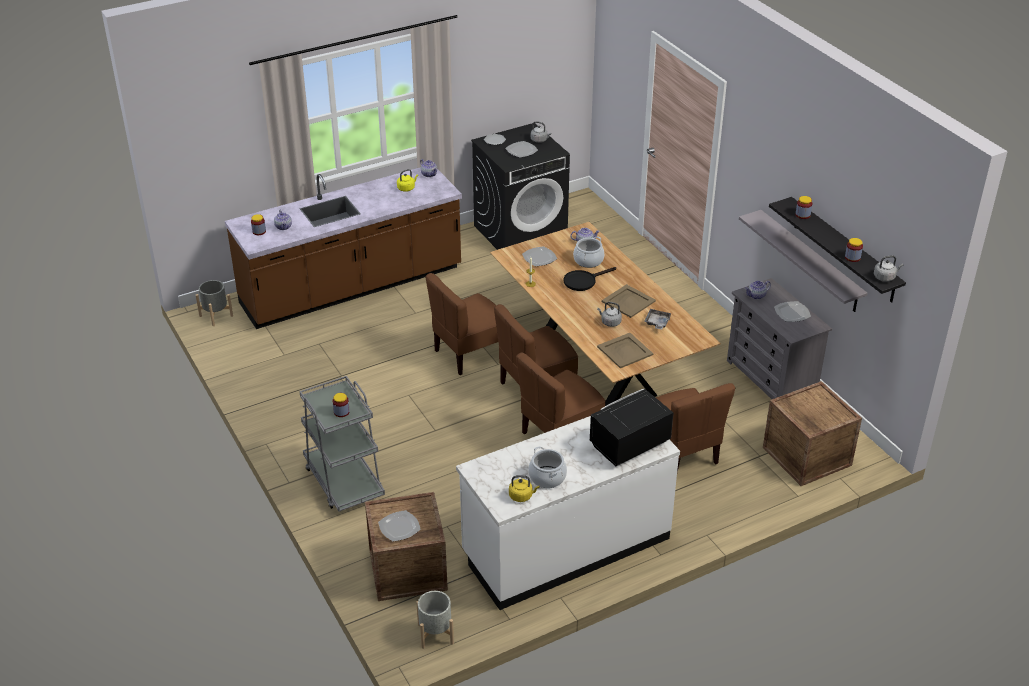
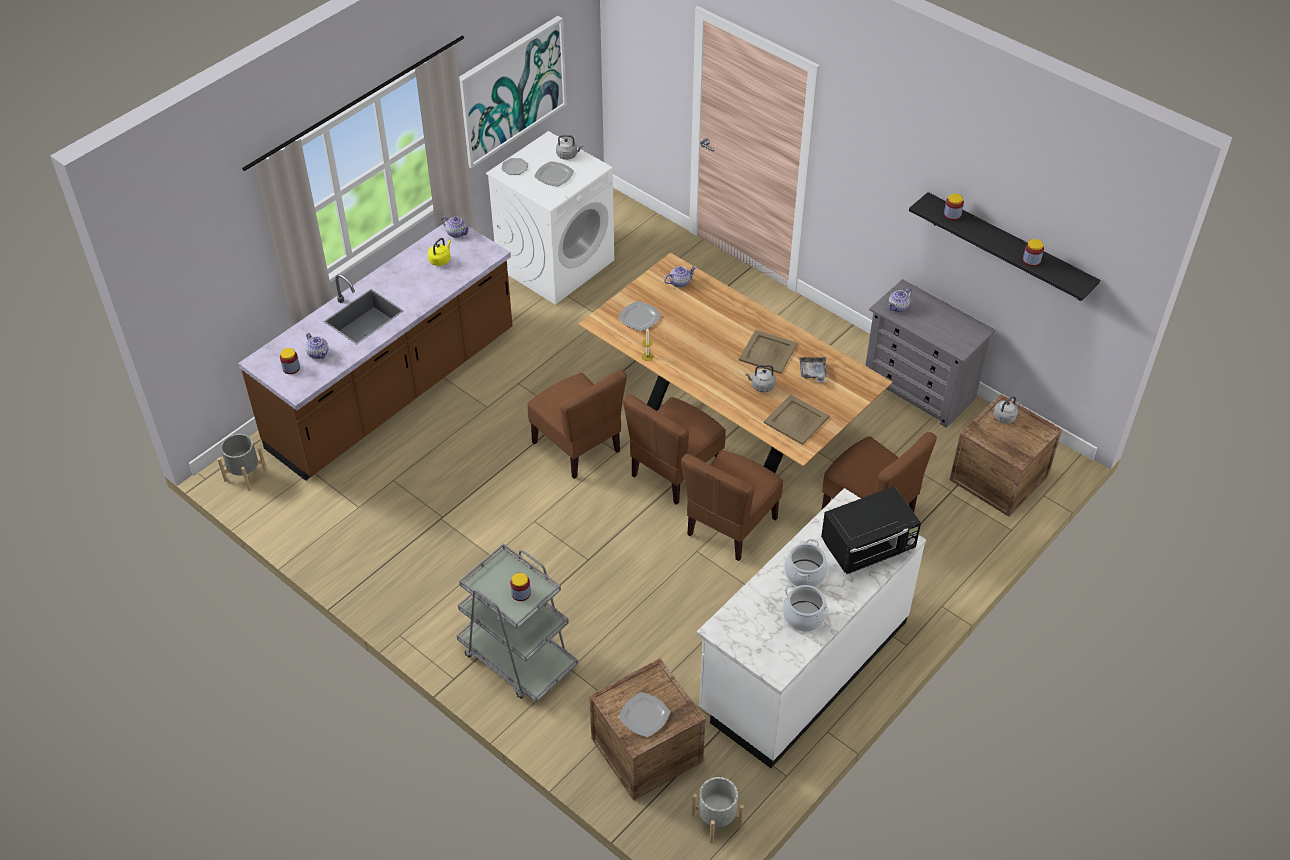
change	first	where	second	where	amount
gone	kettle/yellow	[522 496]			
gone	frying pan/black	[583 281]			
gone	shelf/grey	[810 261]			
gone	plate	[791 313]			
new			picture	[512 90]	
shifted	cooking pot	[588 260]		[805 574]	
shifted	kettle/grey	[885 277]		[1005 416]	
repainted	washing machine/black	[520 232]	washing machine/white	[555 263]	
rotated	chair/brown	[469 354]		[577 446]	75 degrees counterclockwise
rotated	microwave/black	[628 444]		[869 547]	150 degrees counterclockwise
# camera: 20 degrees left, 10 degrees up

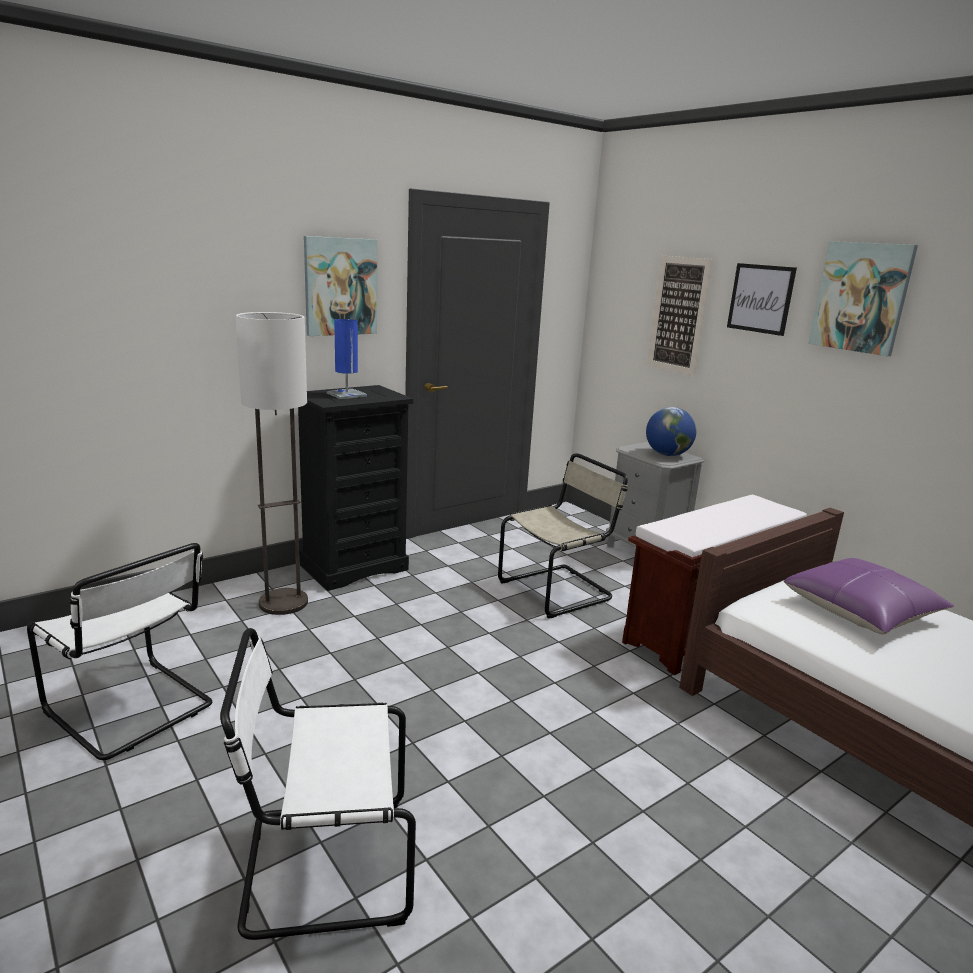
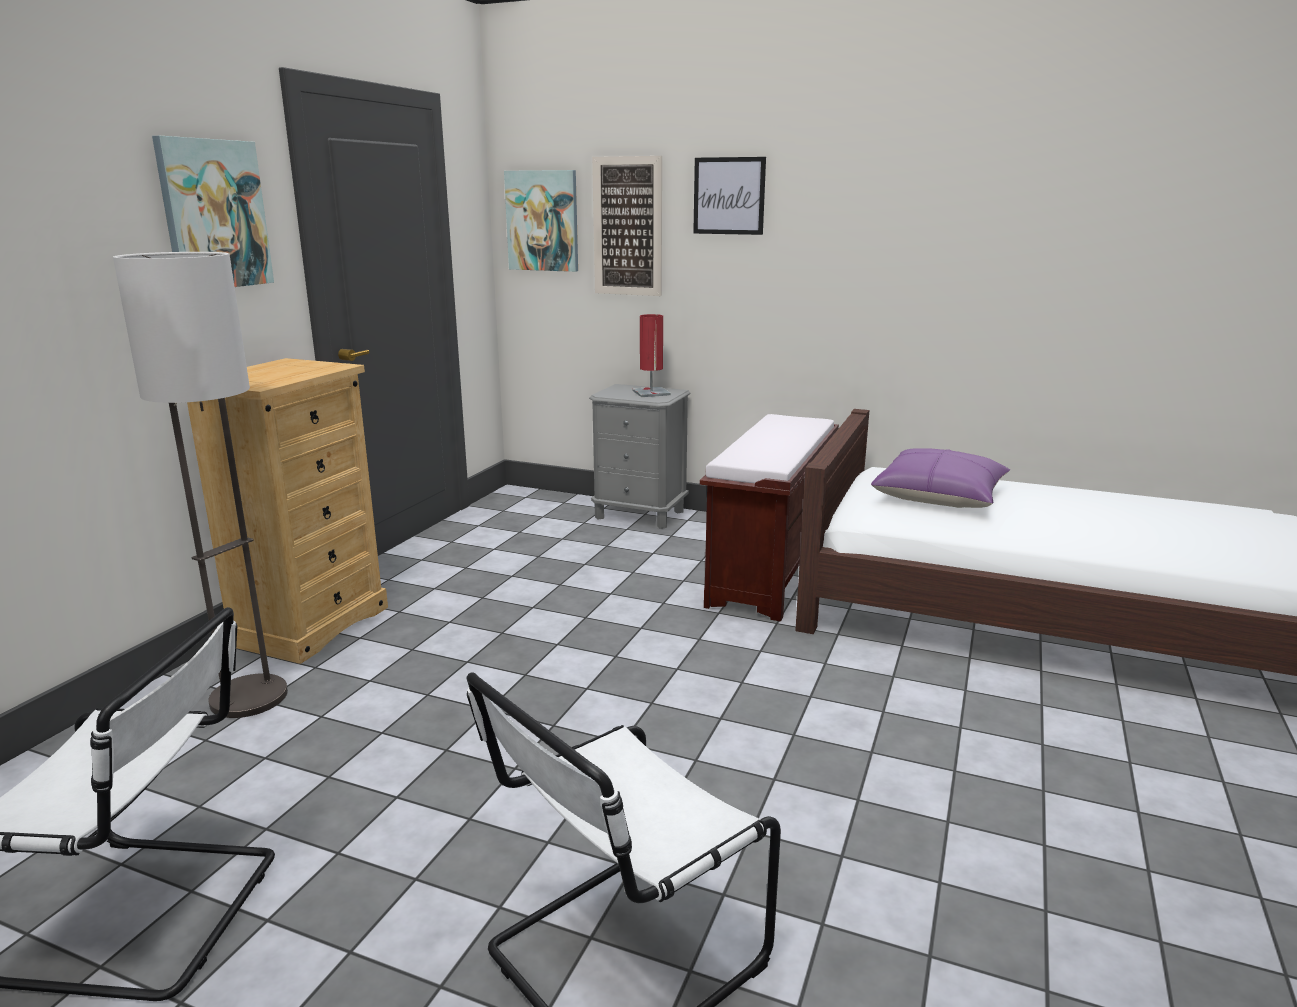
change	first	where	second	where	amount
gone	table lamp/blue	[346 395]			
gone	chair/beige	[558 590]			
shifted	picture	[861 297]		[543 221]	
swapped	globe	[667 455]	table lamp/red	[651 393]	
repainted	dresser/black	[354 567]	dresser/beige	[309 625]	
# camera: 30 degrees left, 0 degrees up

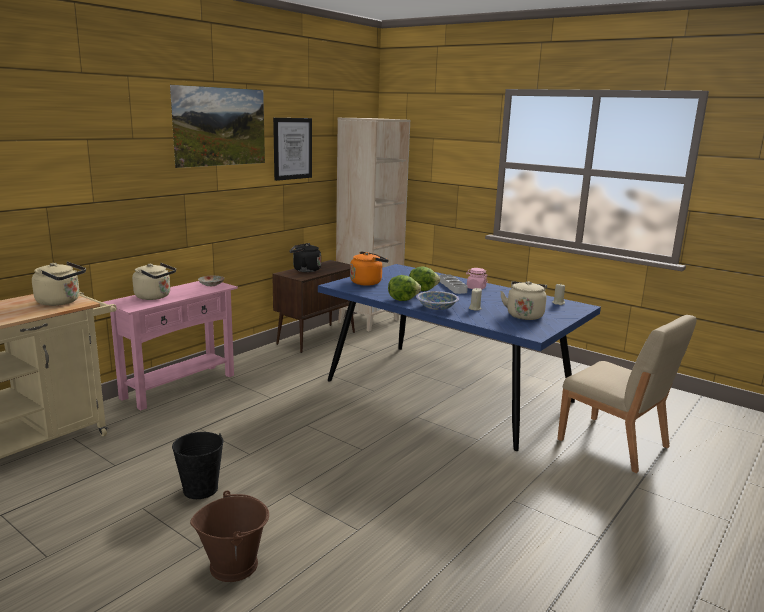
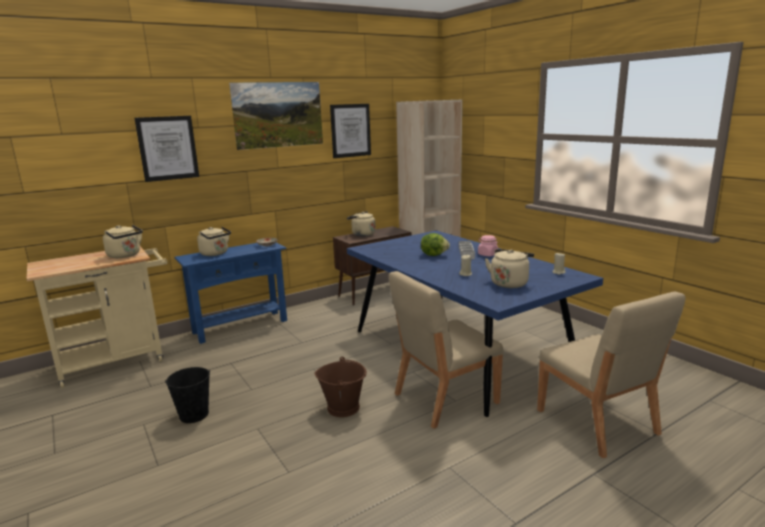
change	first	where	second	where	amount
gone	kettle/orange	[367 282]			
gone	lettuce	[402 299]			
gone	bowl	[437 308]			
new			picture	[168 148]	
new			chair/beige	[444 398]	
shifted	bucket/brown	[234 565]		[343 407]	
repainted	console table/pink	[179 386]	console table/blue	[240 326]	
repainted	kettle/black	[305 270]	kettle/beige	[362 234]	
# camera: 20 degrees right, 0 degrees up

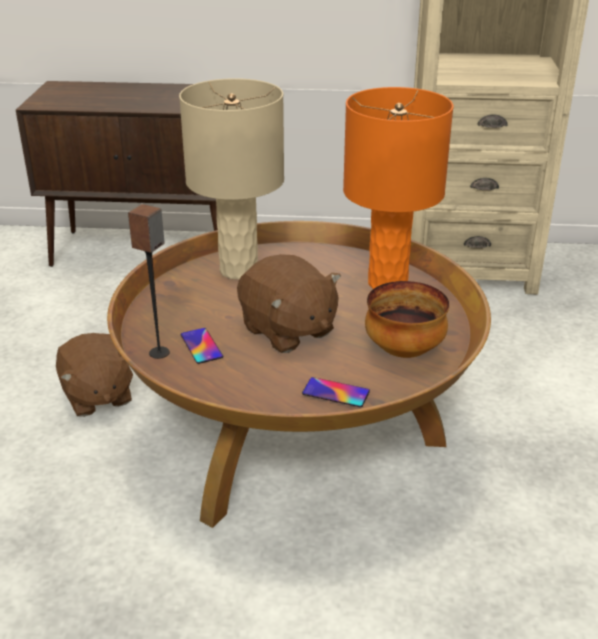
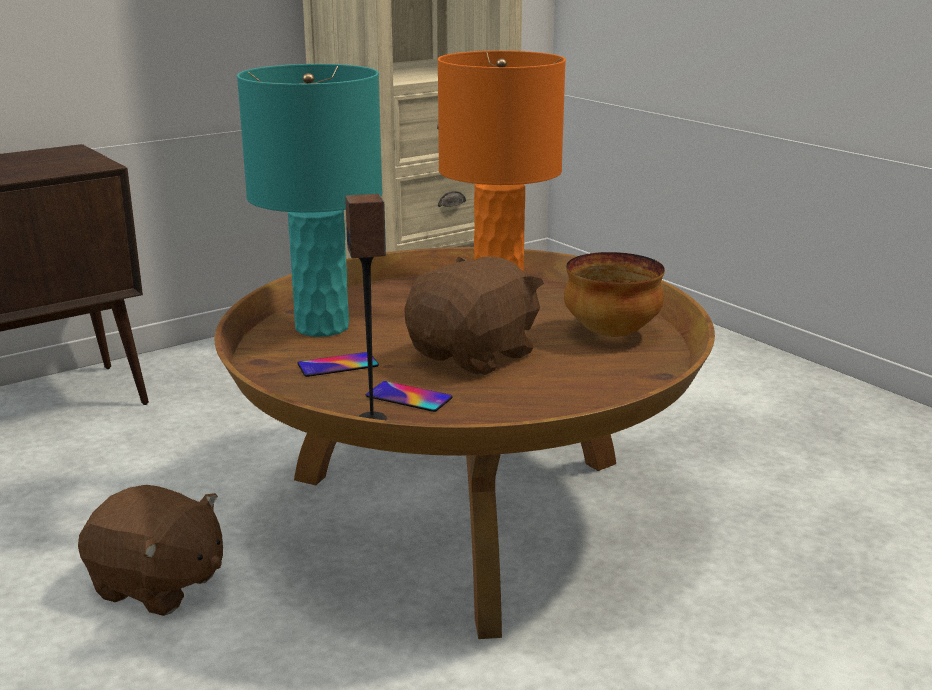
change	first	where	second	where	amount
shifted	phone	[335 393]		[338 365]	
repainted	table lamp/beige	[239 270]	table lamp/turquoise	[323 327]	
rotated	plush toy/brown	[287 331]		[475 356]	60 degrees counterclockwise
# camera: 40 degrees left, 10 degrees down

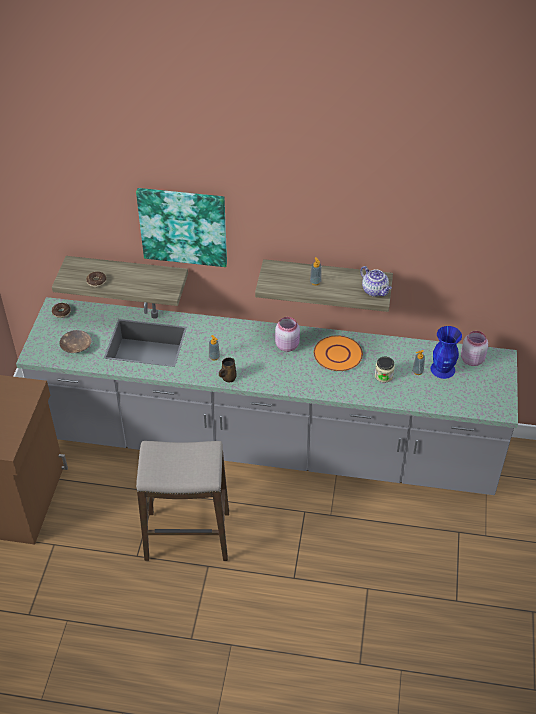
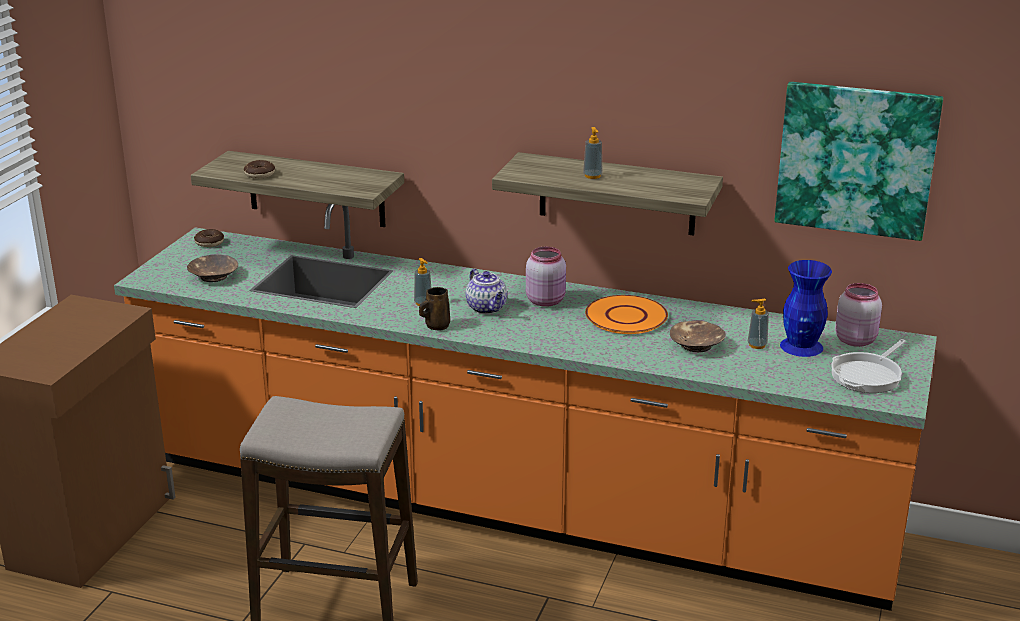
change	first	where	second	where	amount
new			frying pan	[868 375]	
shifted	picture	[183 226]		[856 159]	
shifted	teapot	[375 291]		[487 308]	
swapped	jar	[383 376]	bowl/brown	[697 345]	
repainted	counter/grey	[268 445]	counter/orange	[510 505]	
# camera: 10 degrees right, 20 degrees down

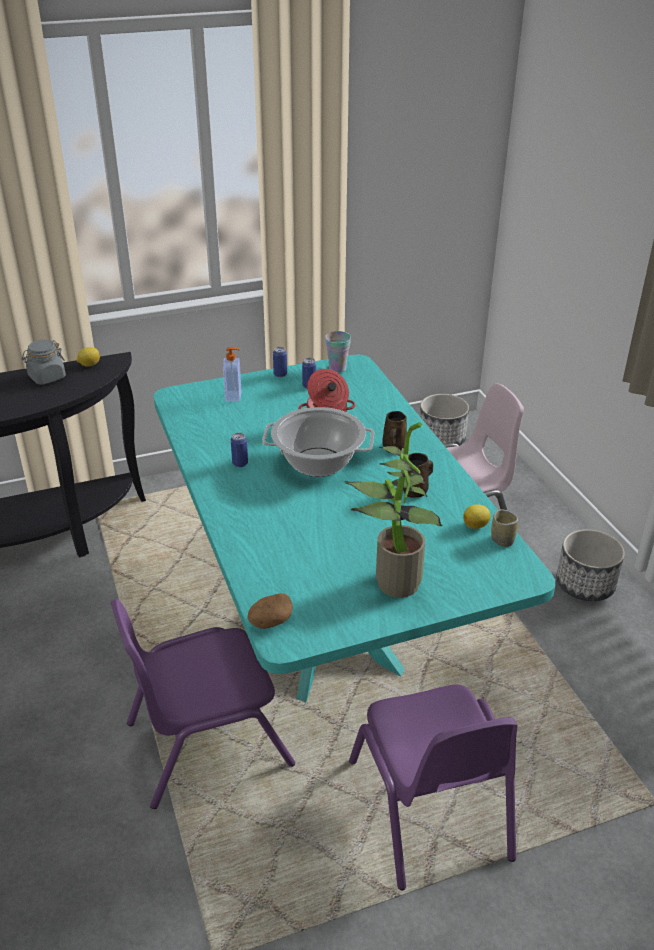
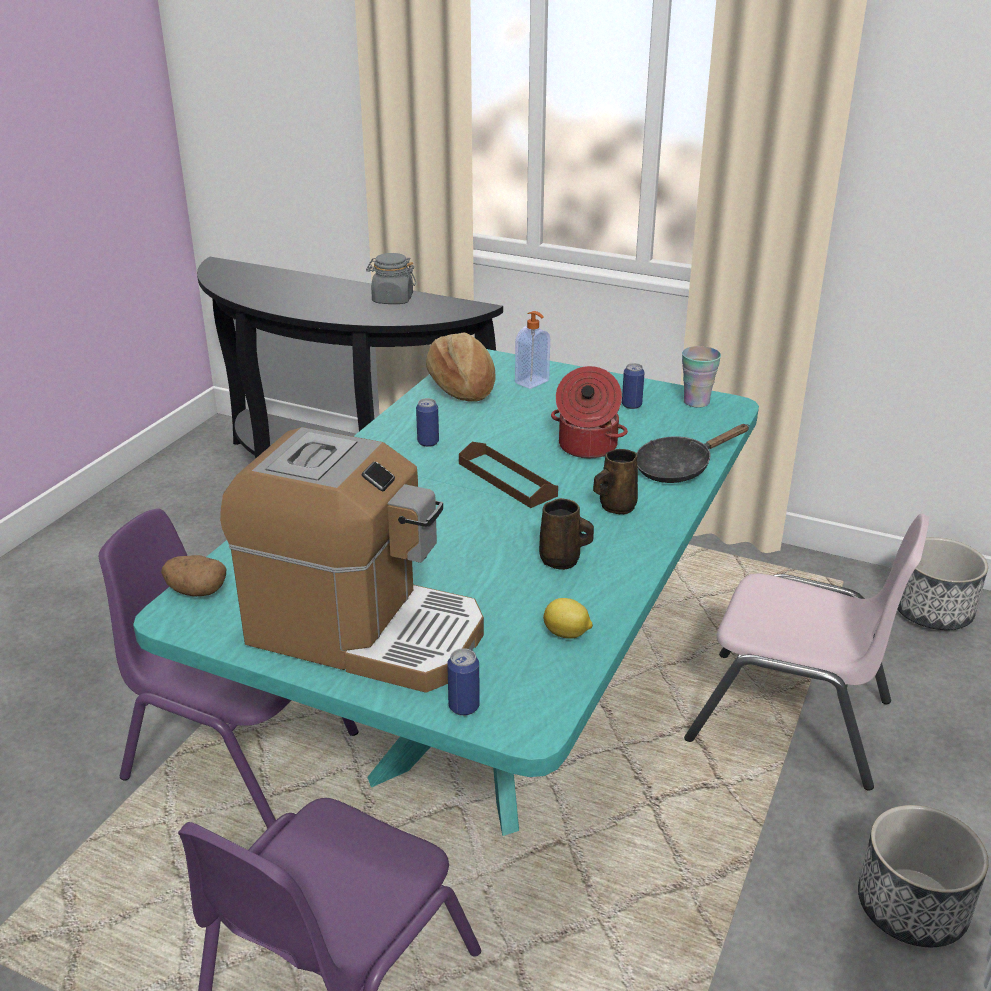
change	first	where	second	where	amount
gone	lemon	[89 365]			
gone	cup	[502 540]			
new			bread	[461 386]	
new			frying pan/black	[679 468]	
shifted	can	[280 374]		[464 707]	
swapped	cooking pot	[319 462]	tray/brown	[507 479]	
swapped	potted plant	[391 584]	coffee machine	[363 631]	
# camera: 45 degrees right, 5 degrees down

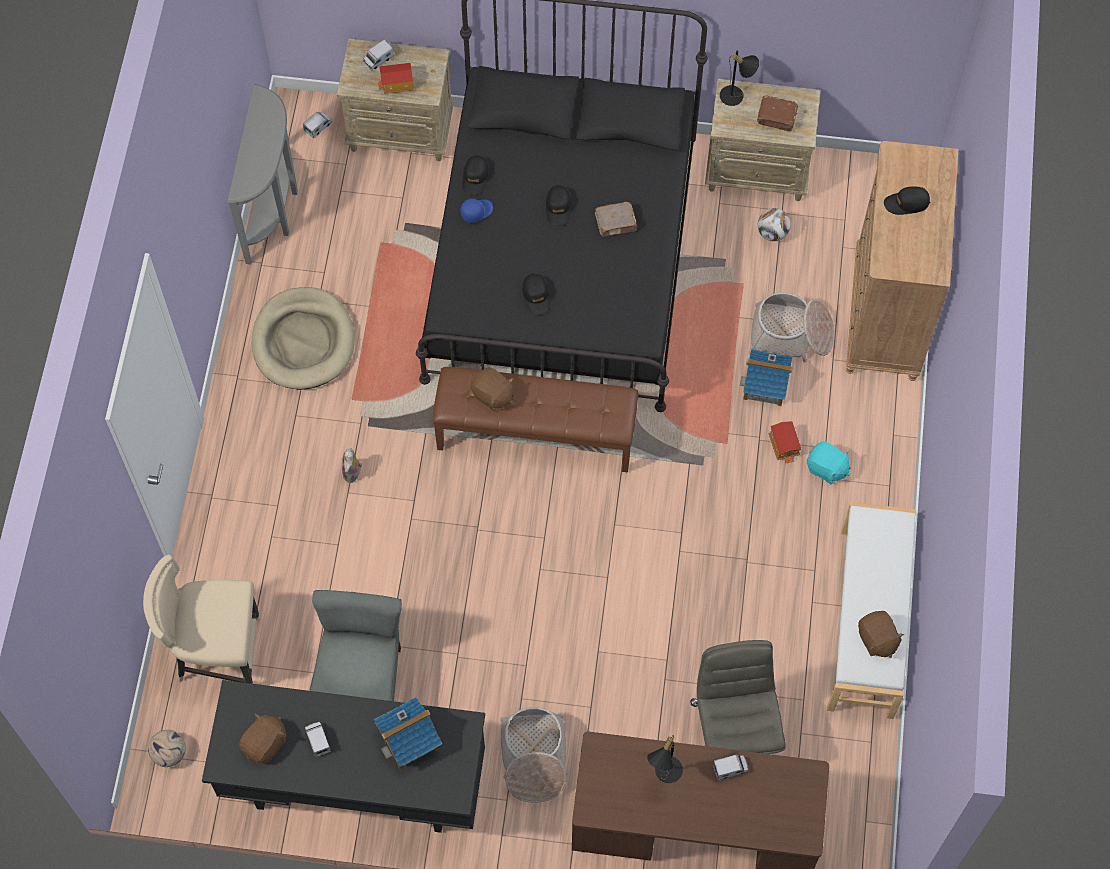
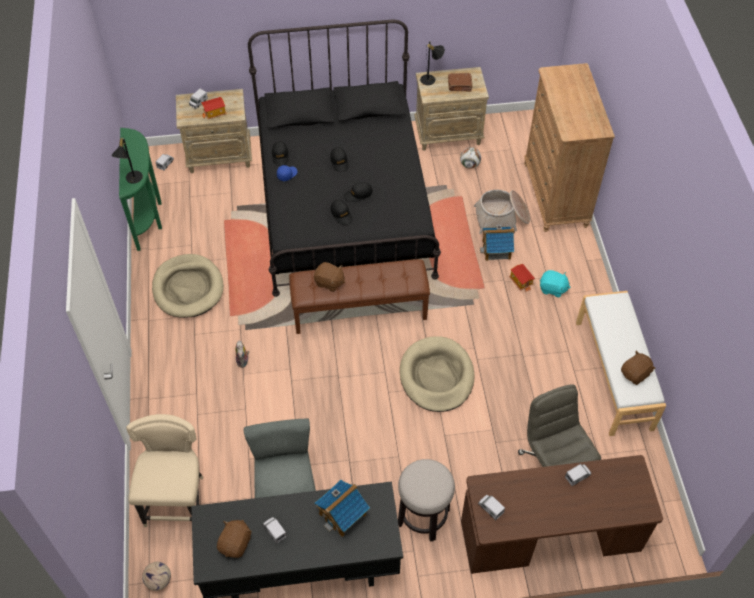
change	first	where	second	where	amount
gone	book/brown	[616 223]			
new			dog bed/beige	[436 376]	
new			toy truck	[490 508]	
shifted	table lamp/black	[664 773]		[131 179]	
shifted	cap/black	[906 203]		[358 194]	
swapped	basket	[534 758]	stool	[423 517]	
repainted	console table/grey	[274 210]	console table/green	[148 216]	
rotated	chair/beige	[217 652]		[177 500]	105 degrees clockwise
rotated	plush toy/brown	[877 639]		[635 374]	90 degrees counterclockwise
# camera: 15 degrees left, 10 degrees down

